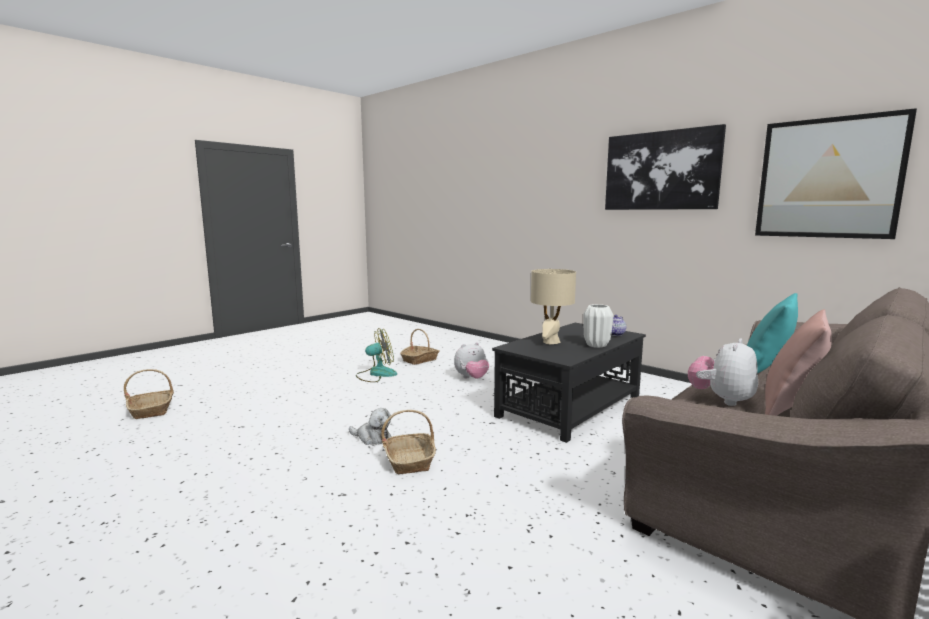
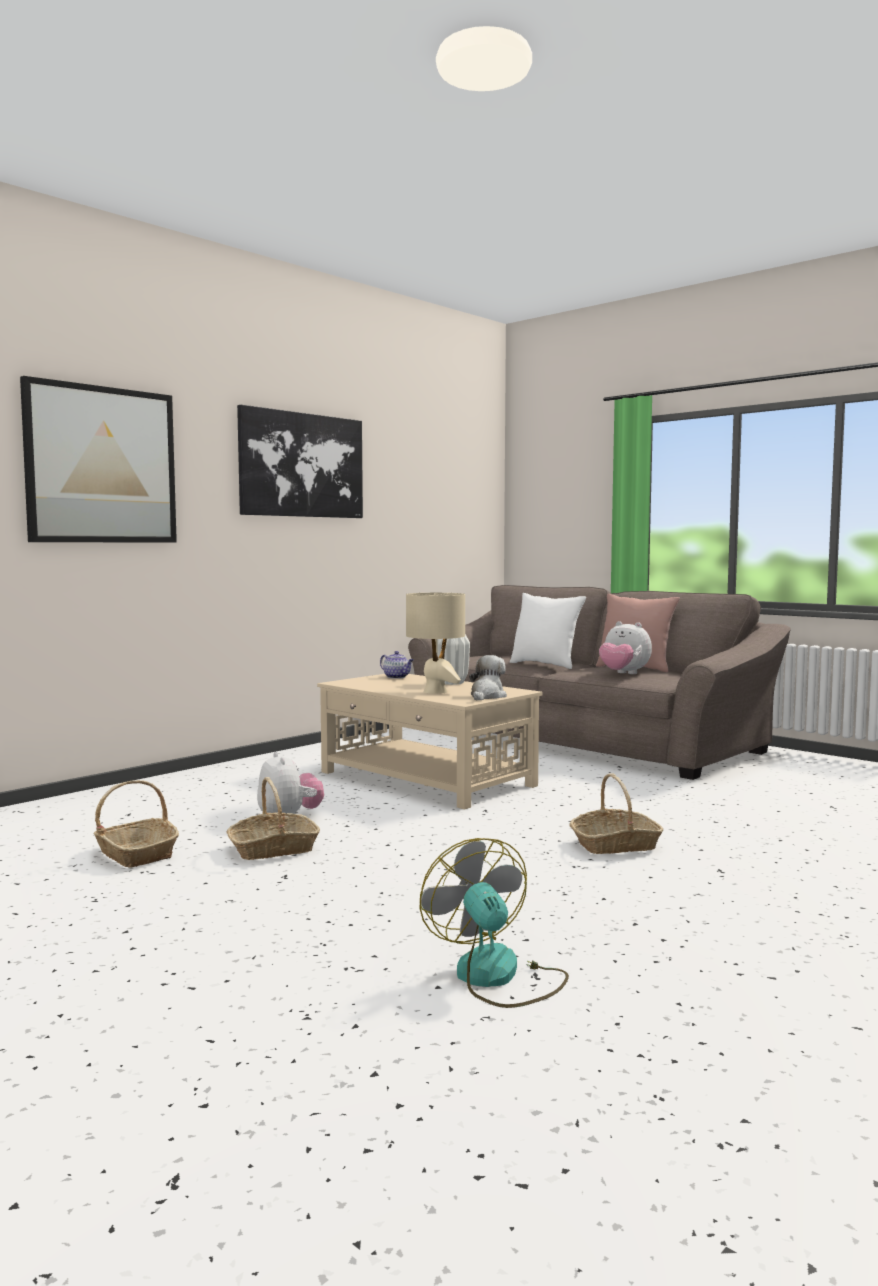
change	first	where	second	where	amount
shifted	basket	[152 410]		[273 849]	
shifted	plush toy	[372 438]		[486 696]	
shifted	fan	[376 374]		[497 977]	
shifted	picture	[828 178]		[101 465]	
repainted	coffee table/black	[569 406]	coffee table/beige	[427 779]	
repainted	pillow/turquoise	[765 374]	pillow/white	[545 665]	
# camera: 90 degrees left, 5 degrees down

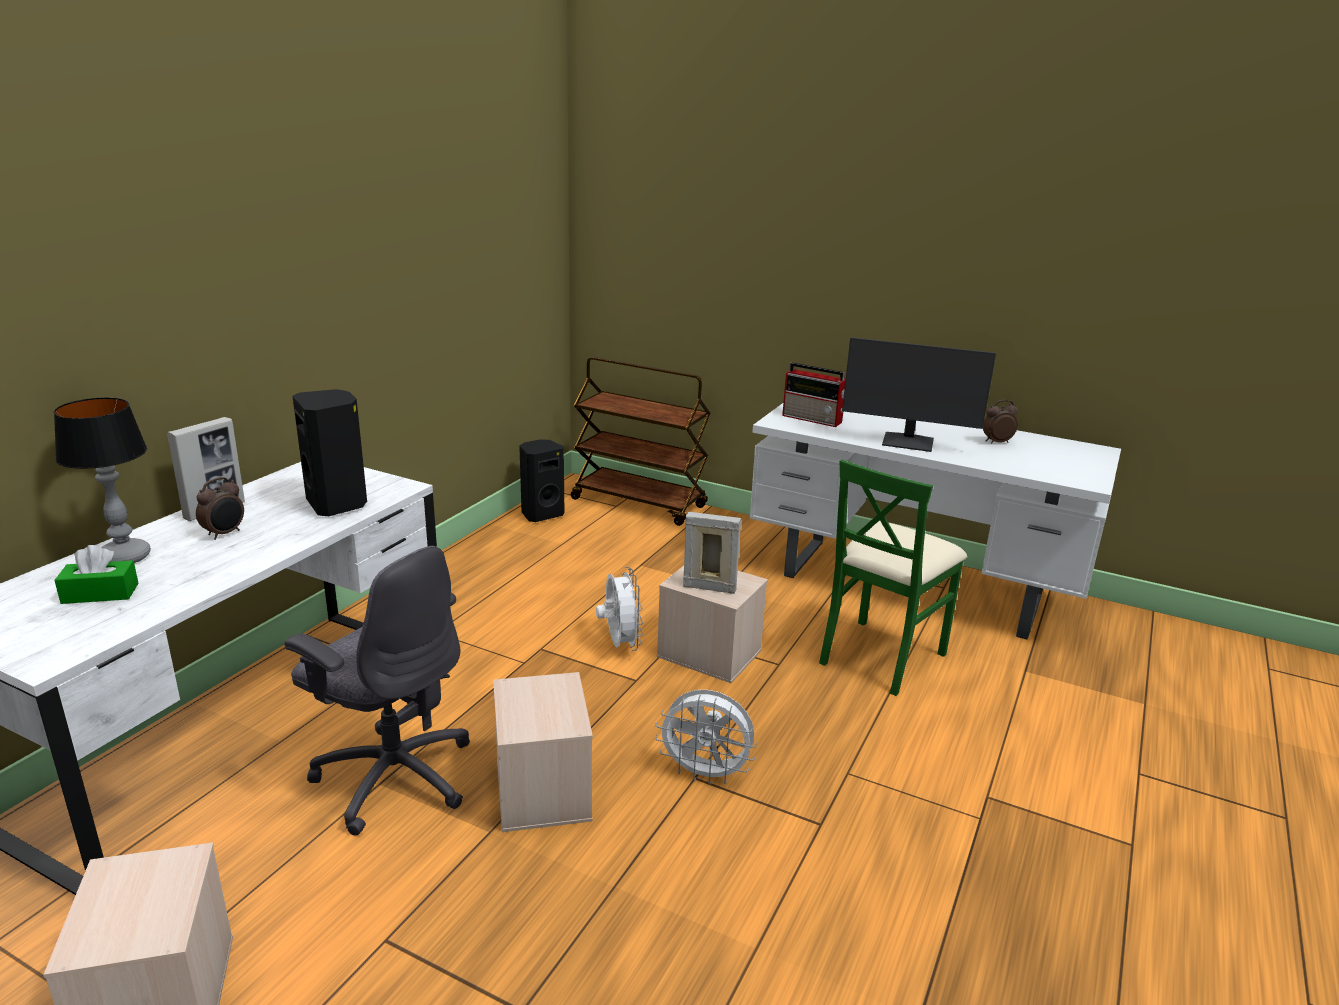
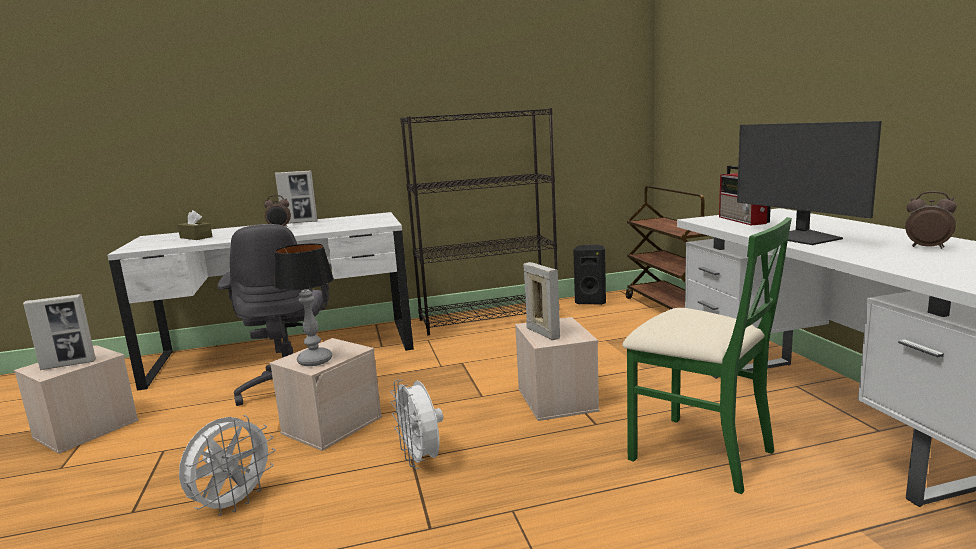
change	first	where	second	where	amount
gone	speaker/black	[338 504]			
new			picture frame	[68 364]	
new			bookcase/black	[489 318]	
shifted	table lamp	[125 557]		[315 360]	
shifted	fan/white	[619 645]		[233 504]	
repainted	tissue box/green	[100 593]	tissue box/brown	[196 237]	
rotated	chair/green	[881 656]		[699 452]	135 degrees counterclockwise
# camera: 50 degrees right, 10 degrees down

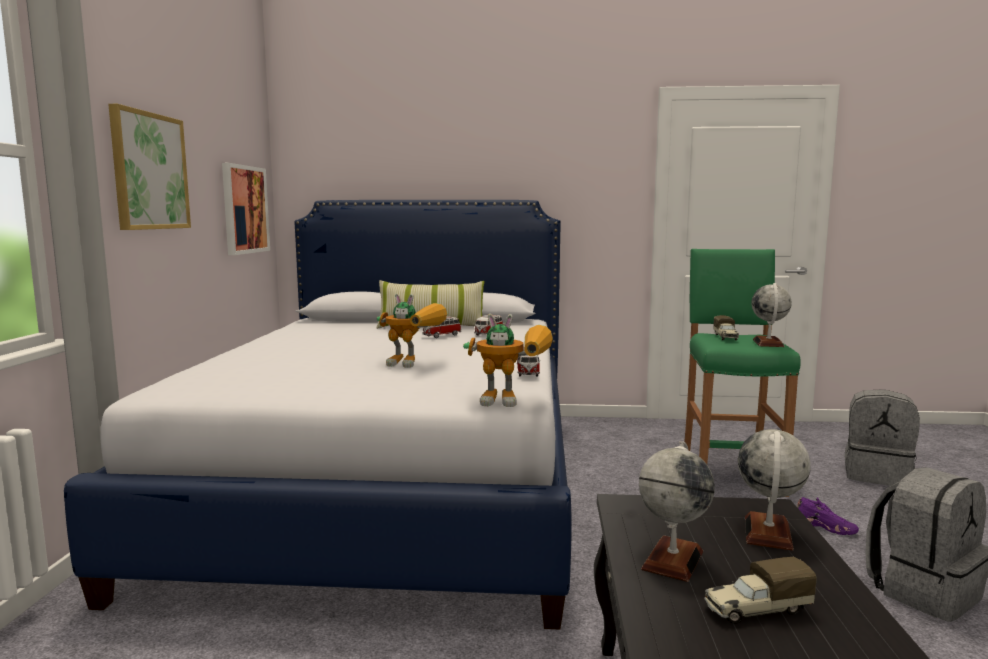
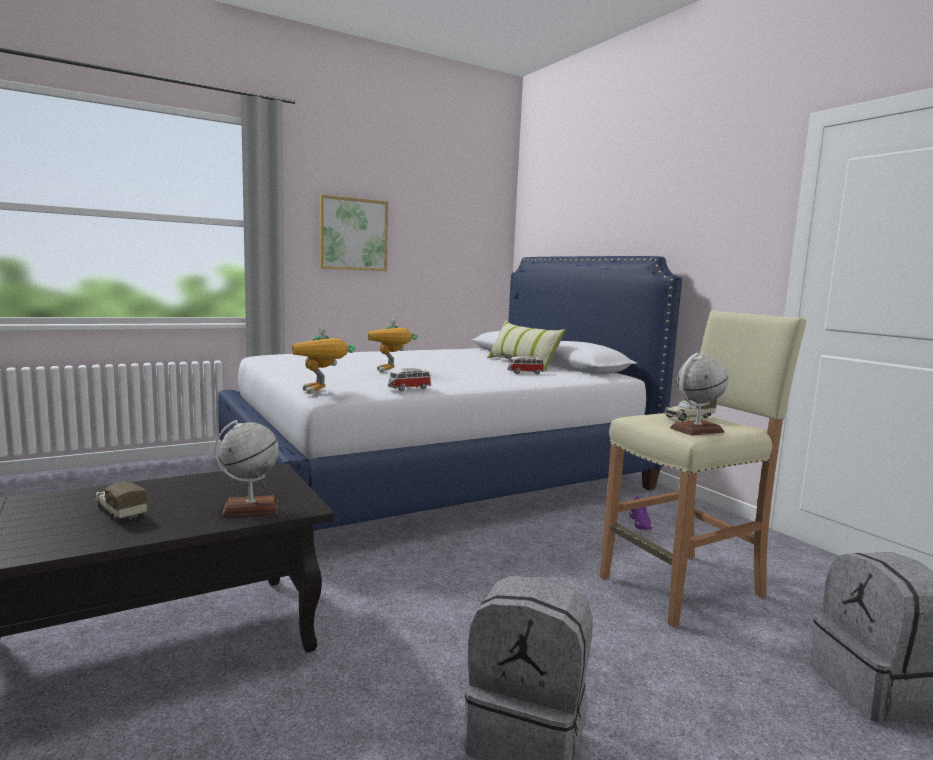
change	first	where	second	where	amount
gone	picture	[244 209]			
gone	toy car	[441 336]			
gone	globe	[672 560]			
shifted	shoe/purple	[826 527]		[640 523]	
repainted	stool/green	[731 473]	stool/beige	[683 587]	
# camera: 55 degrees right, 0 degrees up

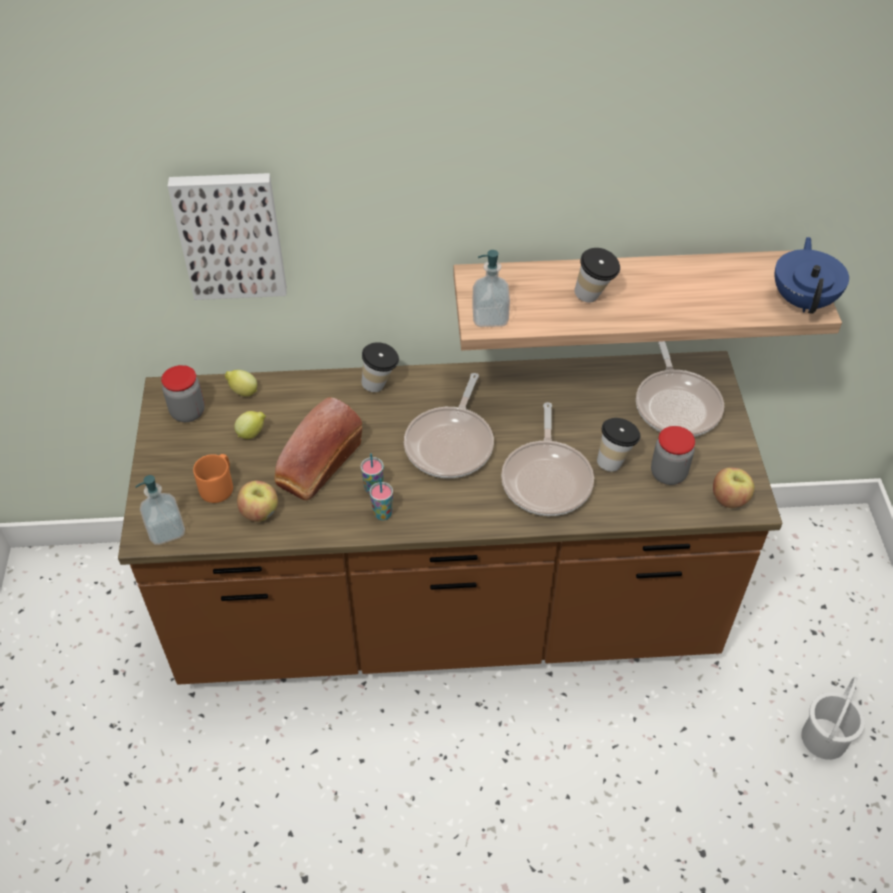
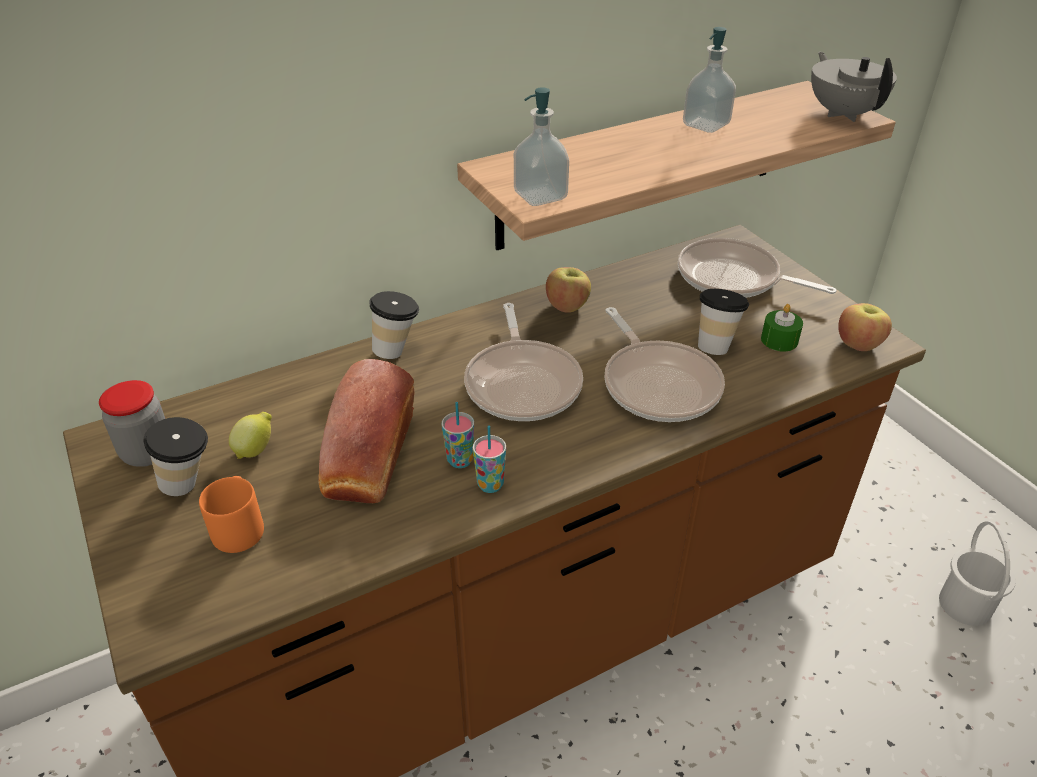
change	first	where	second	where	amount
gone	picture	[230 234]			
gone	lemon	[243 392]			
shifted	soap dispenser	[166 530]		[706 125]	
shifted	apple	[260 512]		[567 306]	
shifted	cup	[594 298]		[190 486]	
swapped	jar	[668 473]	candle/green	[779 340]	
repainted	teapot/blue	[803 300]	teapot/grey	[843 113]	
rotated	frying pan	[676 404]		[733 279]	150 degrees clockwise
# camera: 25 degrees left, 10 degrees down

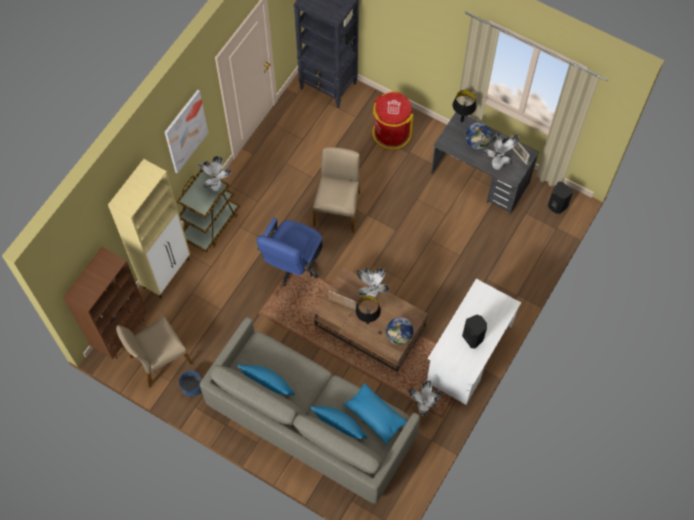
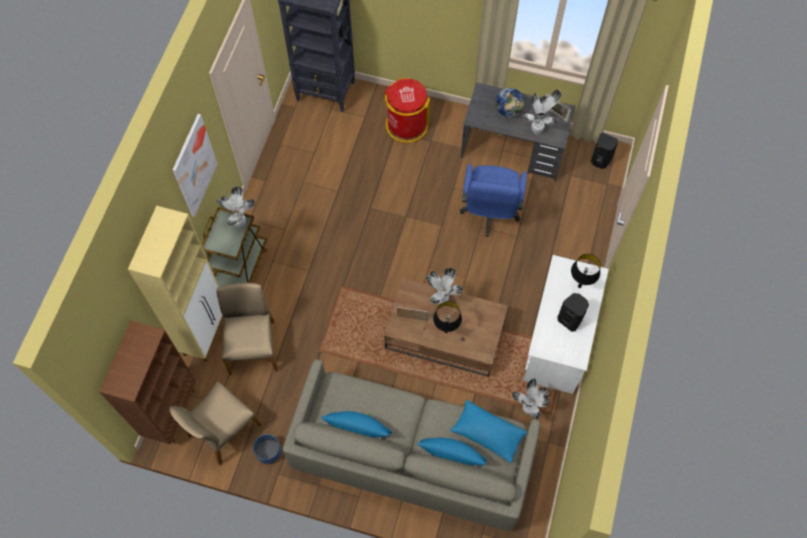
change	first	where	second	where	amount
gone	globe	[399 336]			
shifted	office chair/blue	[293 265]		[489 214]	
shifted	chair/beige	[338 208]		[253 346]	
shifted	table lamp/black	[461 121]		[579 286]	
# camera: 15 degrees left, 0 degrees up

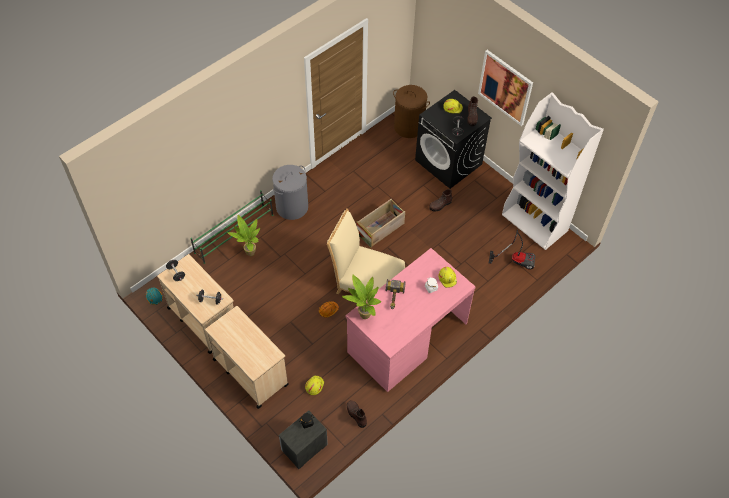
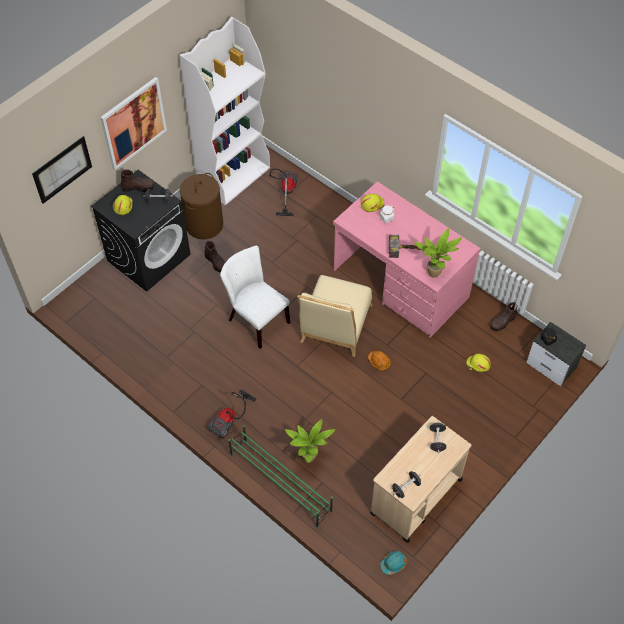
change	first	where	second	where	amount
gone	cart/beige	[250 371]			
new			picture	[62 169]	
shifted	laundry basket/brown	[409 127]		[204 225]	
swapped	laundry basket/grey	[292 207]	vacuum cleaner	[230 420]	
swapped	crate	[380 228]	chair/white	[255 319]	
# camera: 95 degrees left, 0 degrees up

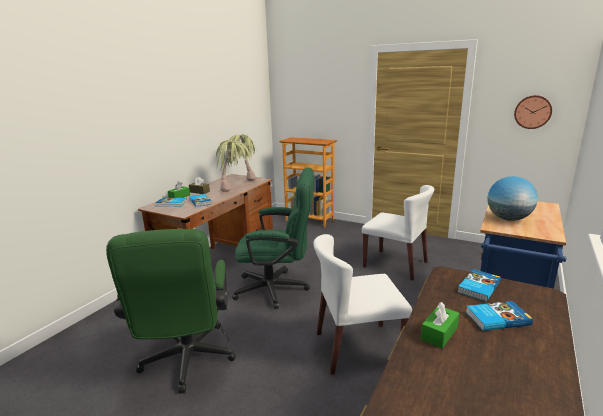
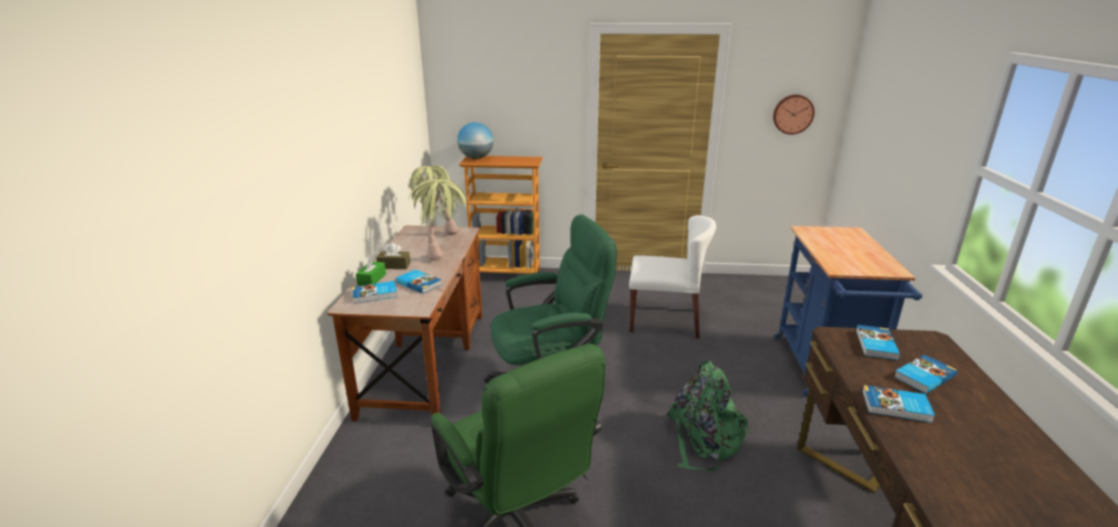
change	first	where	second	where	amount
shifted	globe	[508 219]		[476 158]	
swapped	chair/white	[357 347]	backpack/green	[704 439]	
swapped	tissue box/green	[439 333]	book	[896 407]	
# camera: 25 degrees left, 5 degrees up

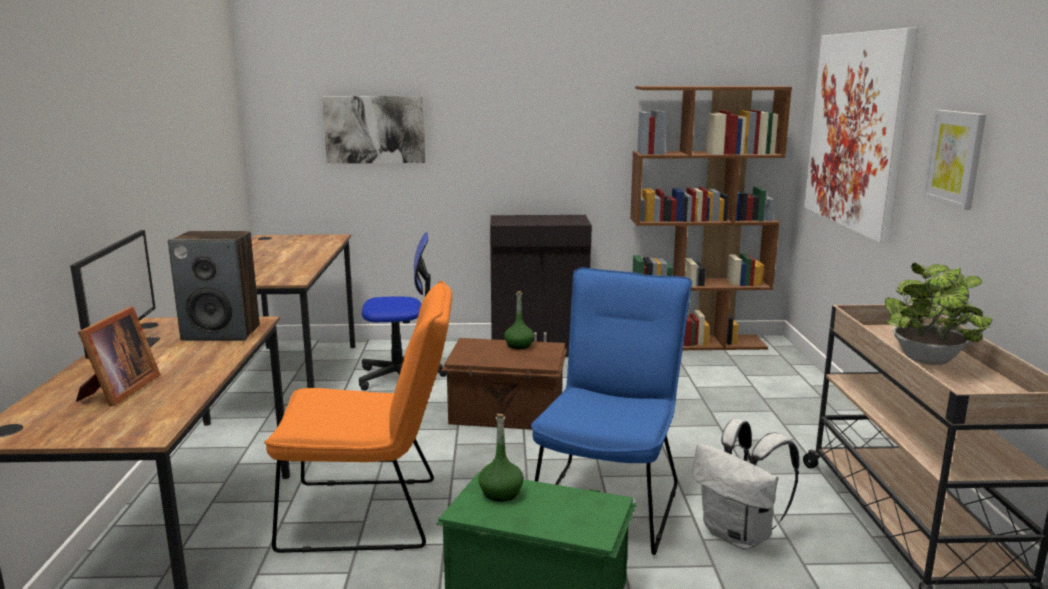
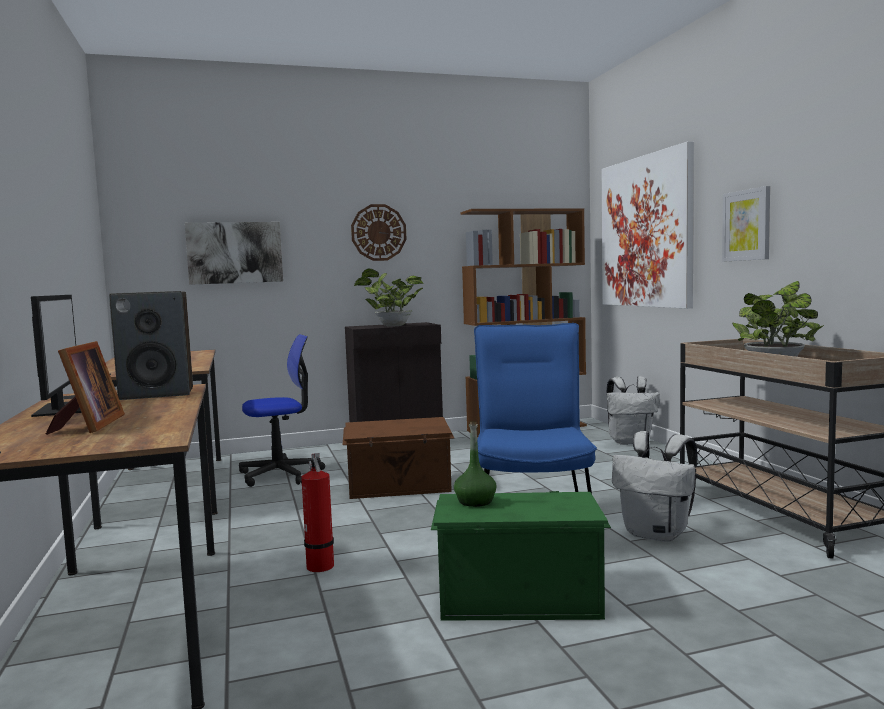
change	first	where	second	where	amount
gone	bottle/green	[519 345]			
new			wall clock	[378 232]	
new			potted plant	[391 326]	
new			backpack/white	[630 442]	
swapped	chair/orange	[373 515]	fire extinguisher	[320 567]	
# camera: 15 degrees left, 10 degrees down

